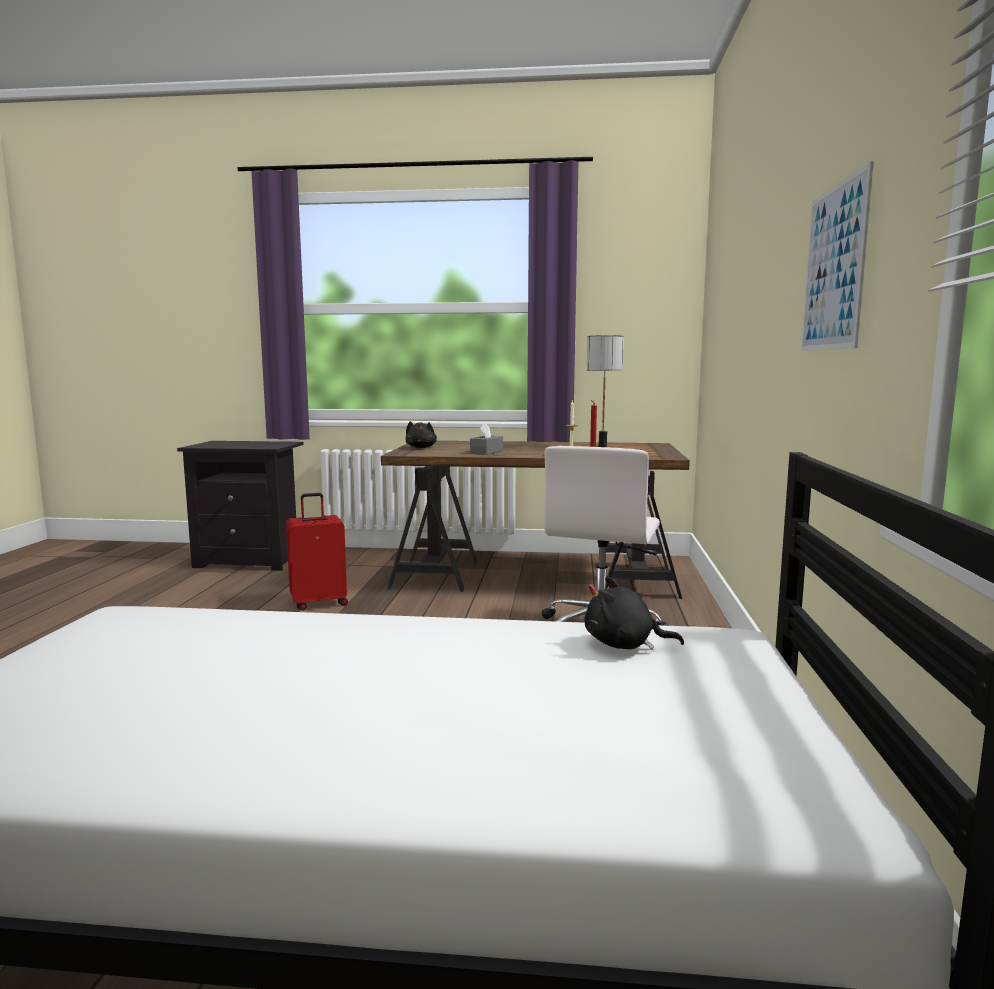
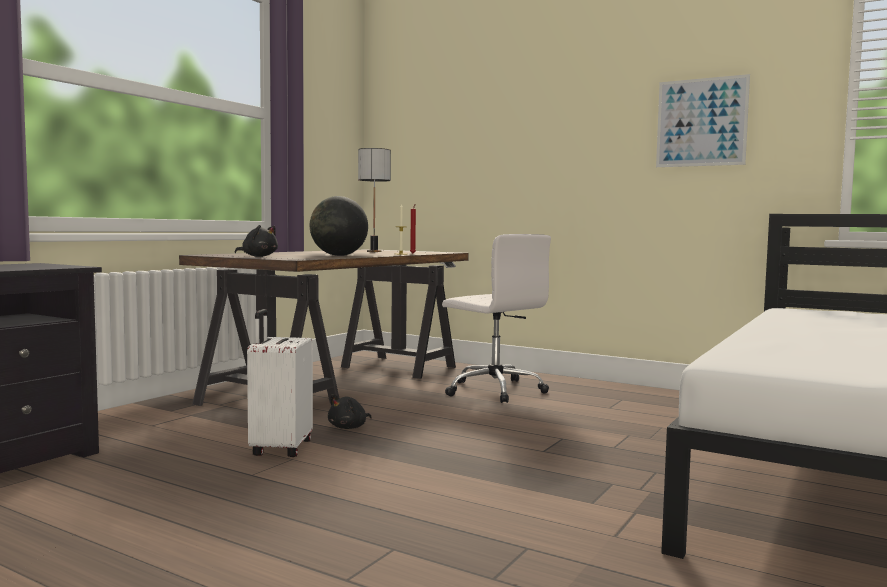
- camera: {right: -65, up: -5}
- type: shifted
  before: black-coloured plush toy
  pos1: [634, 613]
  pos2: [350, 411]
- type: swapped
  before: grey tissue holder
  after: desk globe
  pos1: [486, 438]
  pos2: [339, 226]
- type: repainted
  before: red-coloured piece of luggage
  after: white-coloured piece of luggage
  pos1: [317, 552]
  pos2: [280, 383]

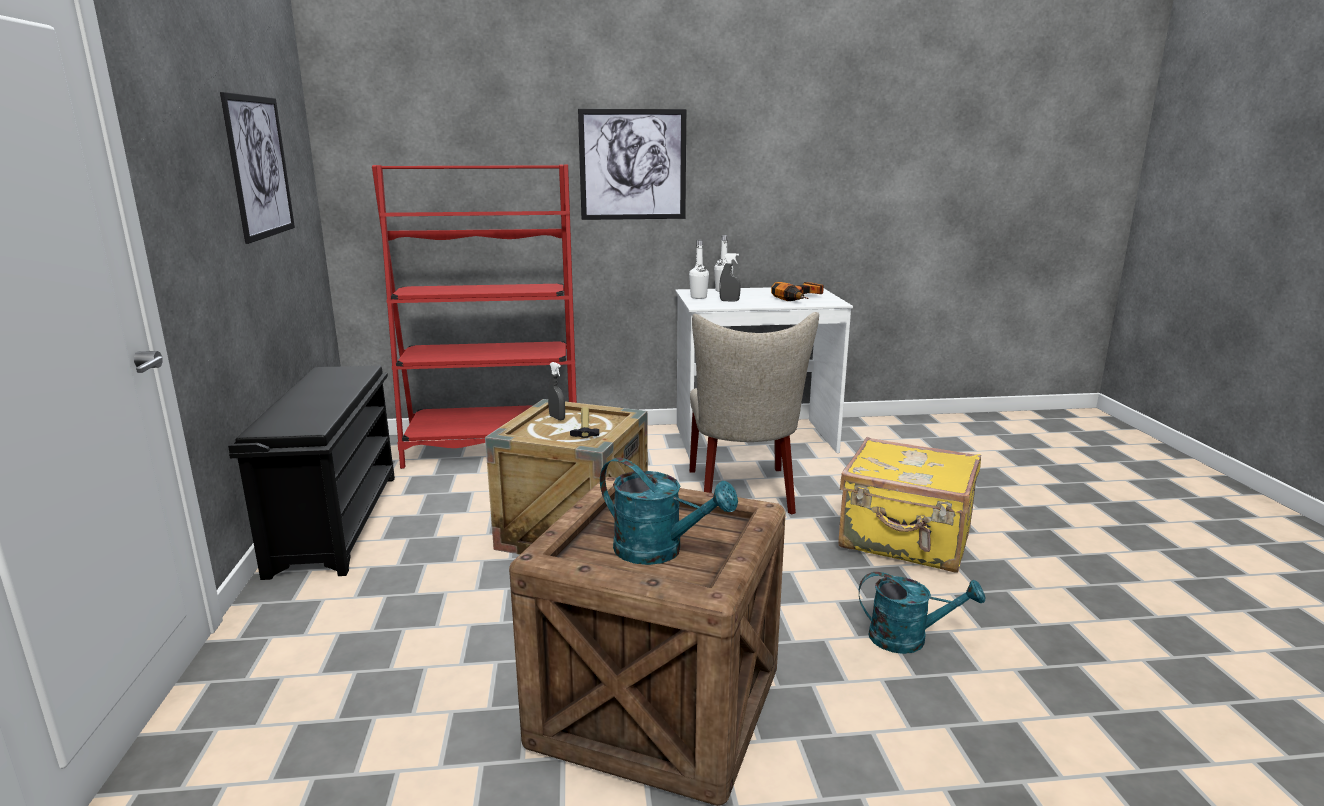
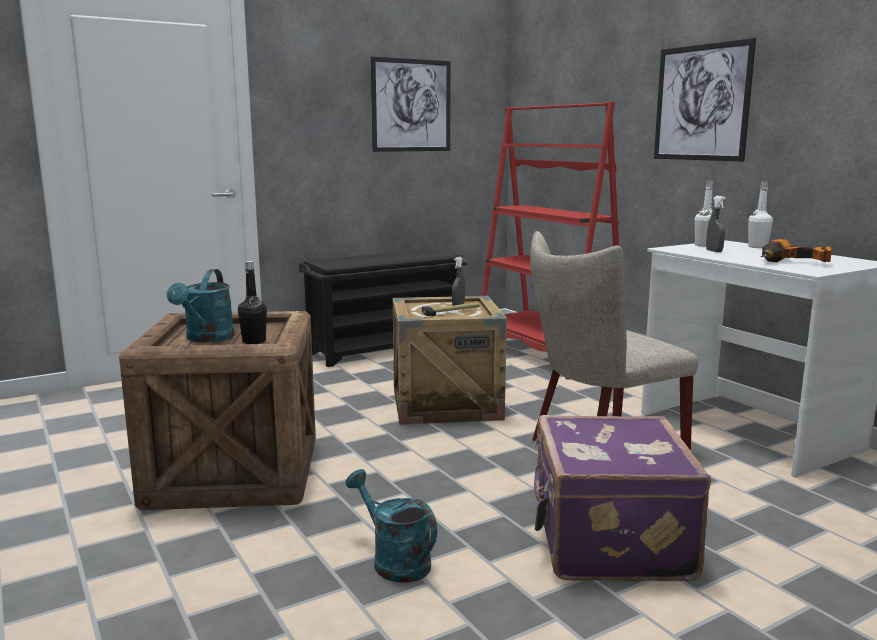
- camera: {right: 65, up: -5}
- type: new
  after: black-coloured drink bottle
  pos2: [252, 302]
- type: repainted
  before: yellow-coloured piece of luggage
  after: purple piece of luggage
  pos1: [909, 505]
  pos2: [622, 498]
- type: rotated
  before: blue-green watering can
  pos1: [922, 613]
  pos2: [391, 526]
  turn: 150

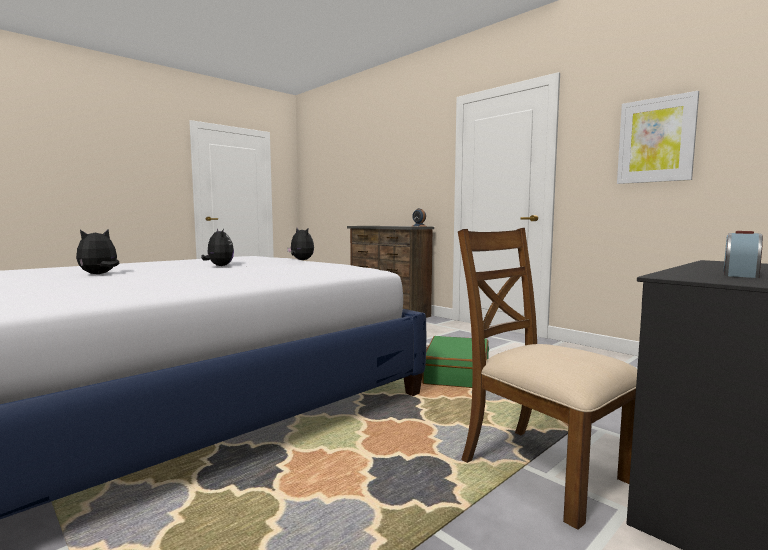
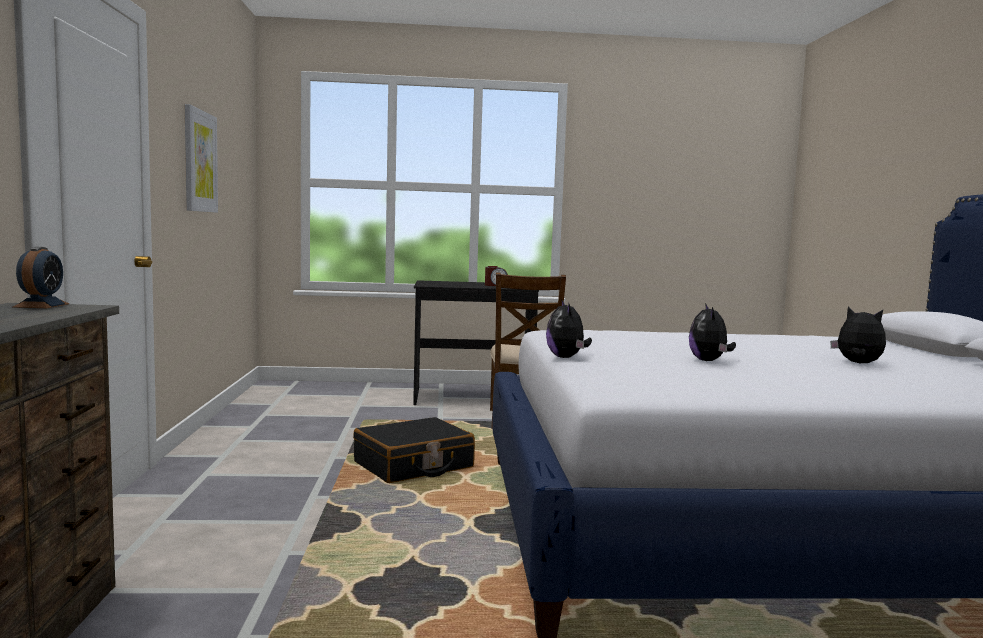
- camera: {right: -140, up: 0}
- type: repainted
  before: green-coloured piece of luggage
  after: black-coloured piece of luggage
  pos1: [455, 362]
  pos2: [414, 450]
- type: rotated
  before: plush toy
  pos1: [98, 252]
  pos2: [858, 335]
  turn: -120

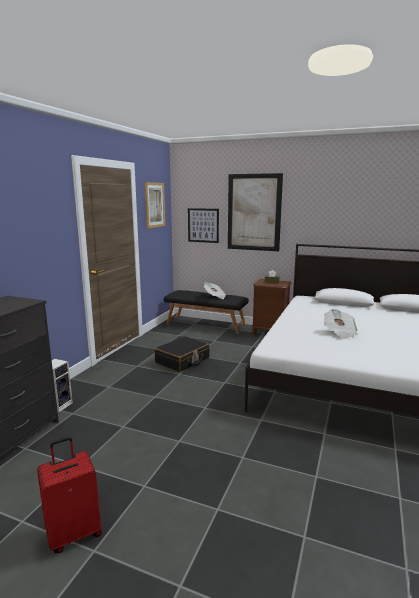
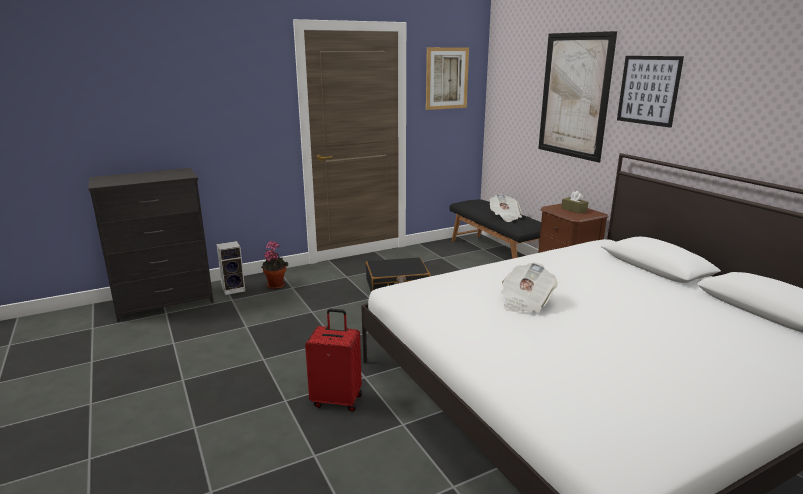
- camera: {right: 40, up: 5}
- type: new
  after: plant in a pot
  pos2: [274, 265]
- type: shifted
  before: red-coloured piece of luggage
  pos1: [69, 495]
  pos2: [333, 360]
- type: shifted
  before: wall picture
  pos1: [203, 225]
  pos2: [650, 92]

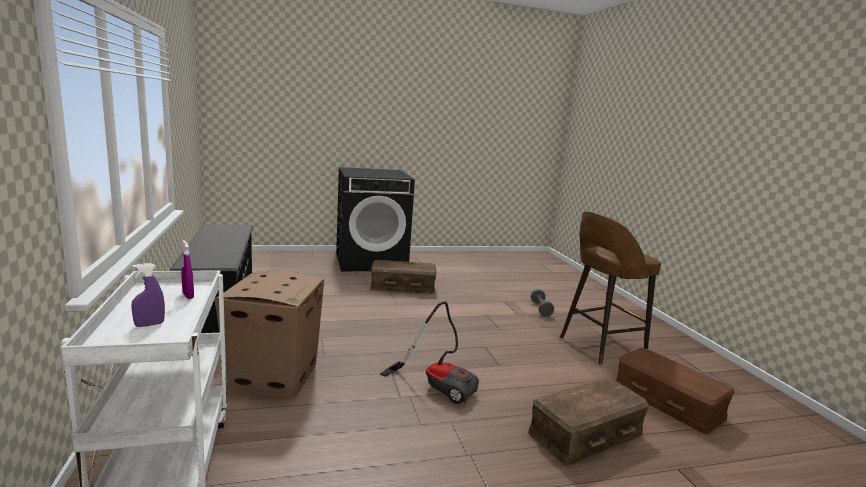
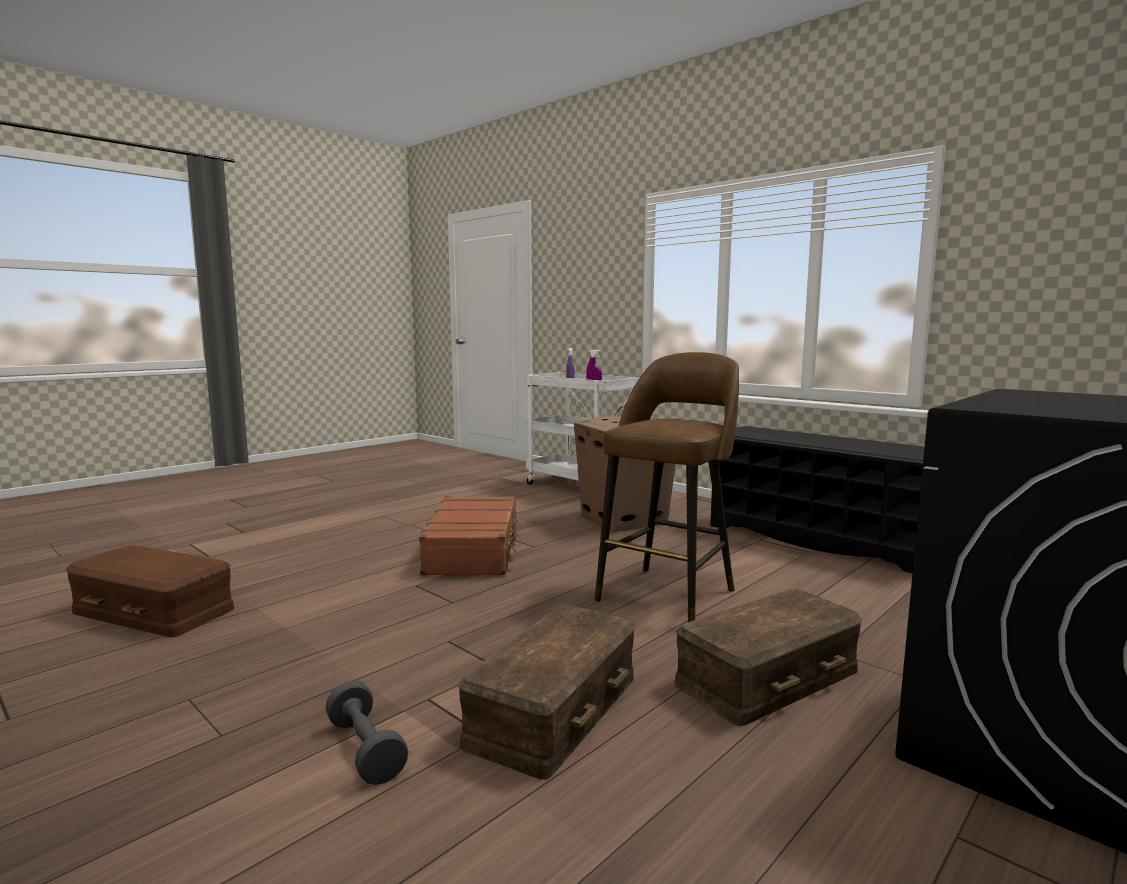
- camera: {right: 150, up: -5}
- type: shifted
  before: brownish storage container
  pos1: [588, 421]
  pos2: [546, 692]
- type: shifted
  before: brownish stool
  pos1: [610, 288]
  pos2: [666, 487]
- type: swapped
  before: hoover
  after: brownish piece of luggage
  pos1: [429, 352]
  pos2: [470, 536]

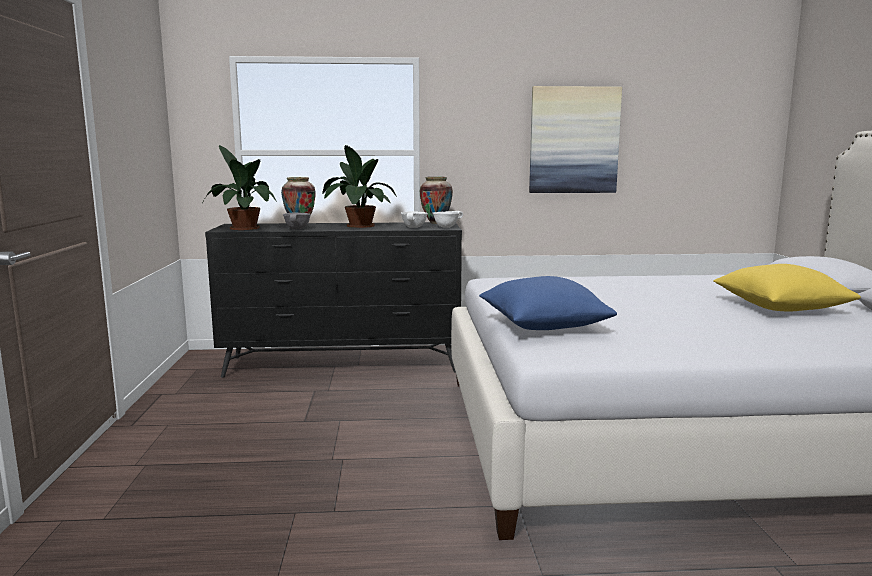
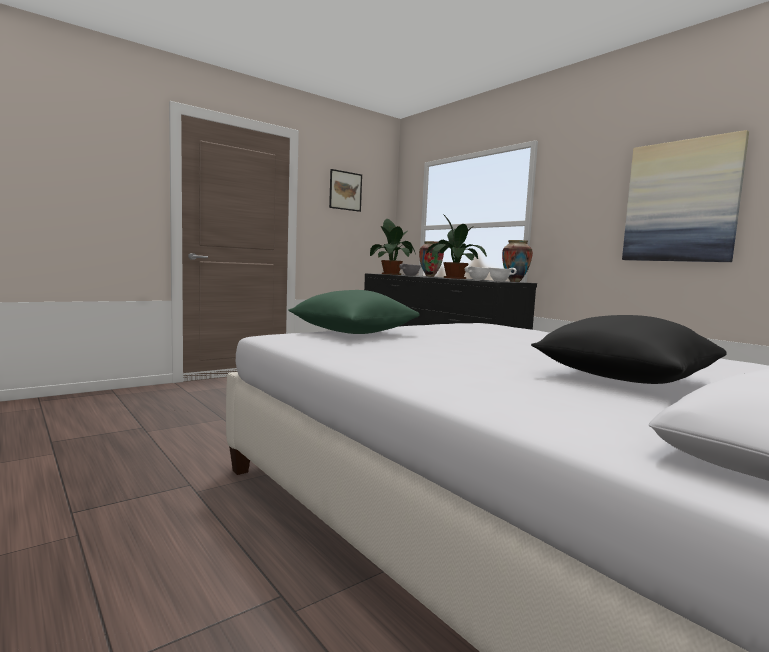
- camera: {right: 55, up: -5}
- type: new
  after: wall picture
  pos2: [345, 190]
- type: repainted
  before: bluish cushion
  after: green-coloured cushion
  pos1: [548, 303]
  pos2: [354, 312]
- type: repainted
  before: yellow-coloured cushion
  after: black-coloured cushion
  pos1: [787, 287]
  pos2: [629, 349]

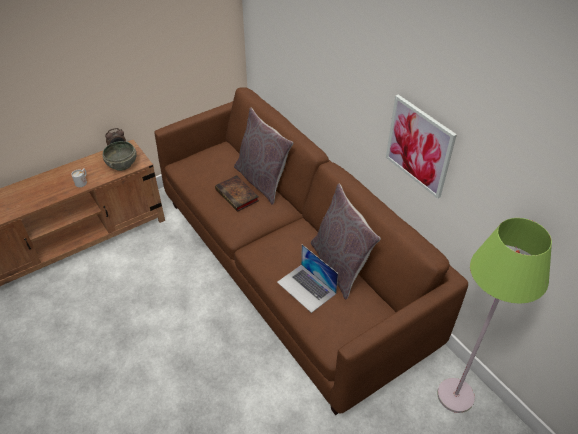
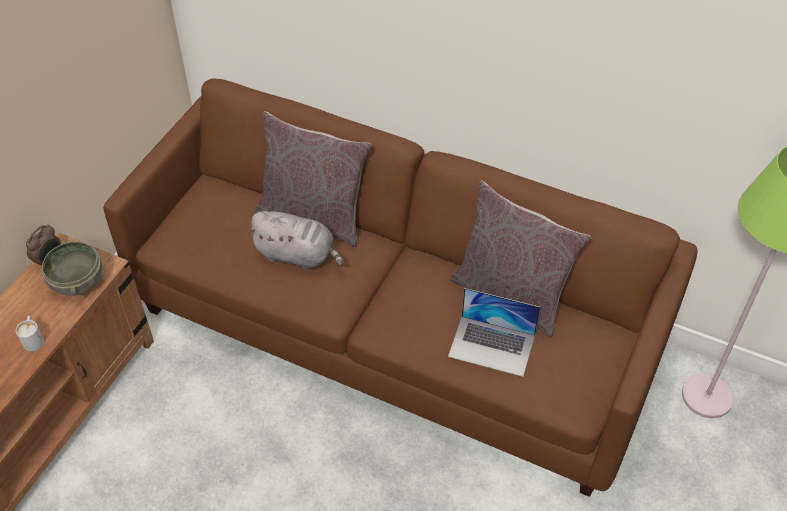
- camera: {right: -30, up: 5}
- type: gone
  before: wall picture
  pos1: [421, 147]
- type: swapped
  before: book
  after: grey plush toy
  pos1: [237, 193]
  pos2: [295, 240]

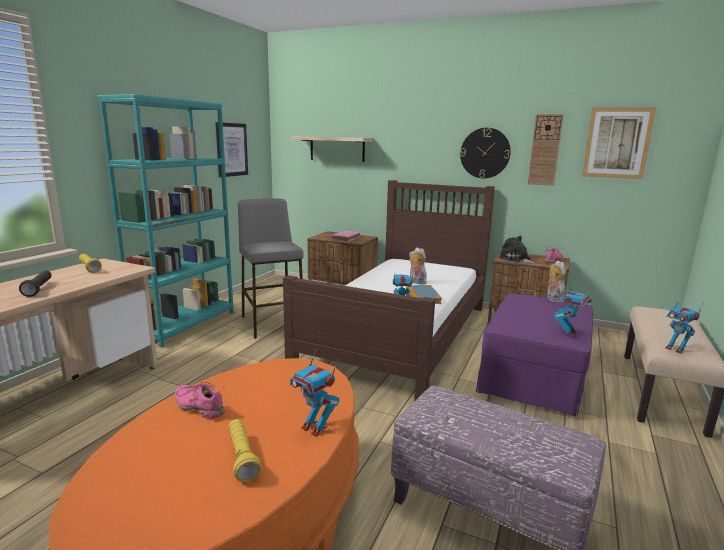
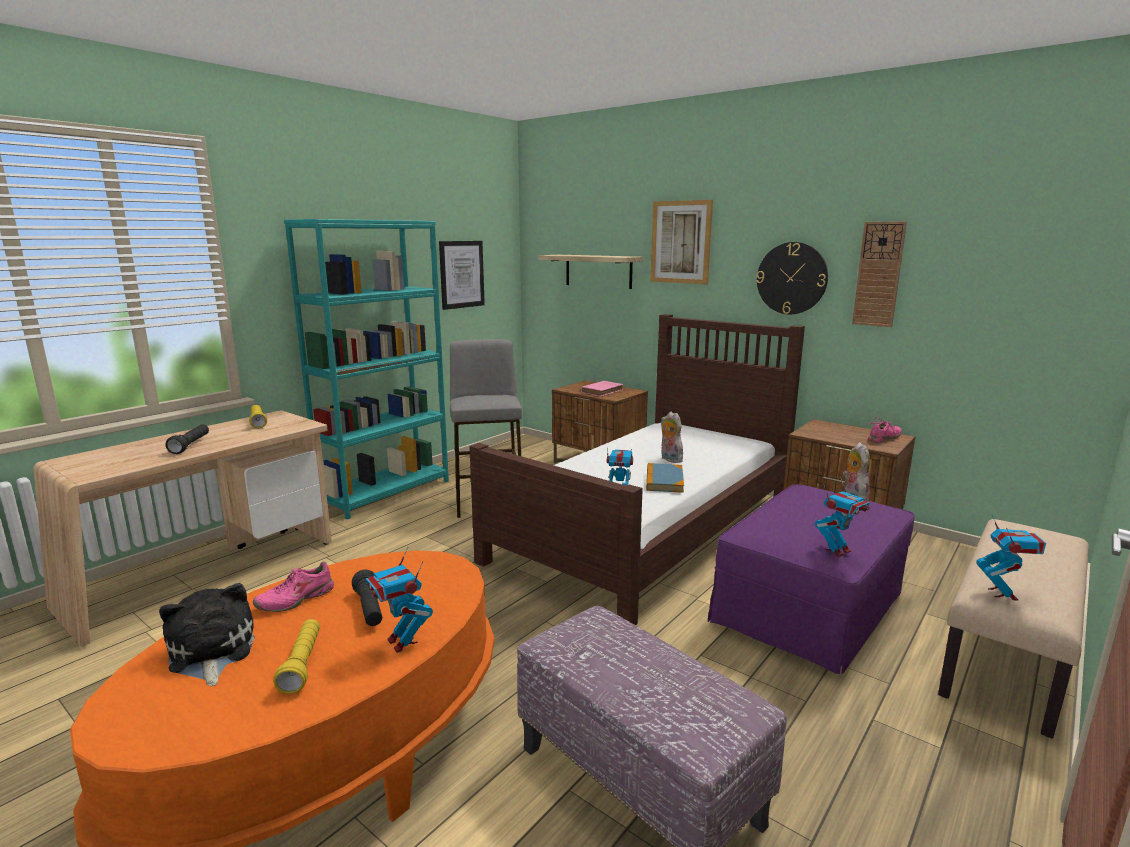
- camera: {right: 15, up: 0}
- type: new
  after: black-coloured hand torch
  pos2: [367, 598]
- type: shifted
  before: plush toy
  pos1: [517, 249]
  pos2: [207, 634]
- type: shifted
  before: wall picture
  pos1: [619, 143]
  pos2: [681, 242]
- type: rotated
  before: pink shoe
  pos1: [200, 400]
  pos2: [293, 586]
  turn: -90
- type: rotated
  before: robot figure
  pos1: [684, 325]
  pos2: [1011, 557]
  turn: -150

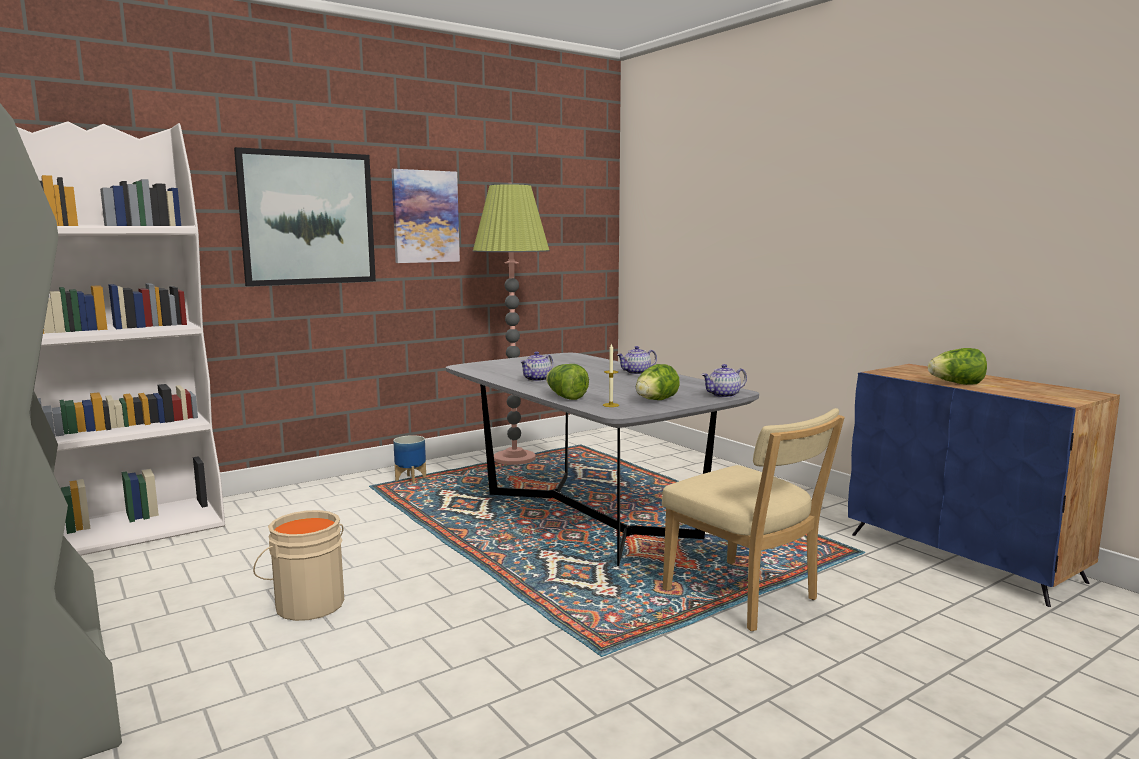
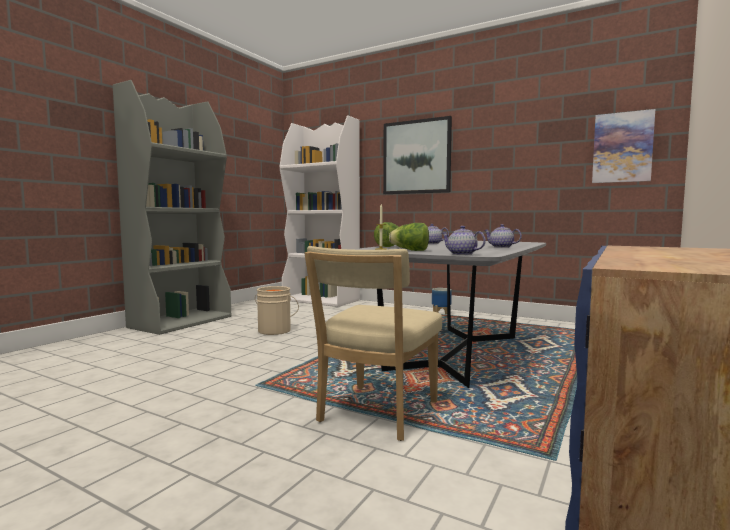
- camera: {right: 65, up: -5}
- type: gone
  before: standing lamp
  pos1: [511, 324]
- type: gone
  before: head of lettuce
  pos1: [957, 366]
- type: shifted
  before: wall picture
  pos1: [425, 216]
  pos2: [623, 146]

